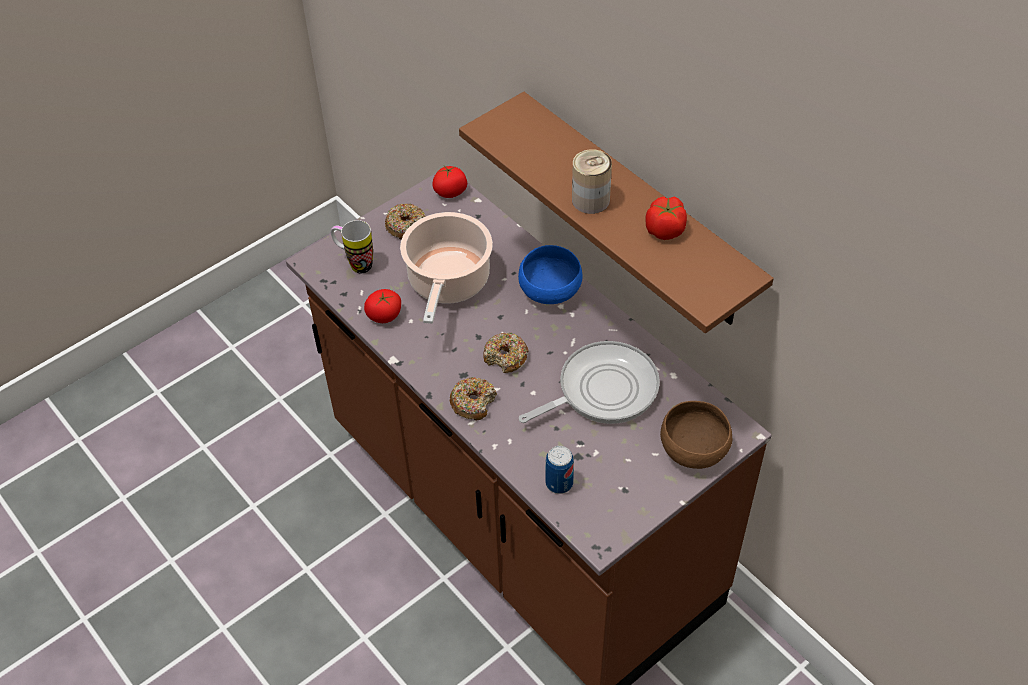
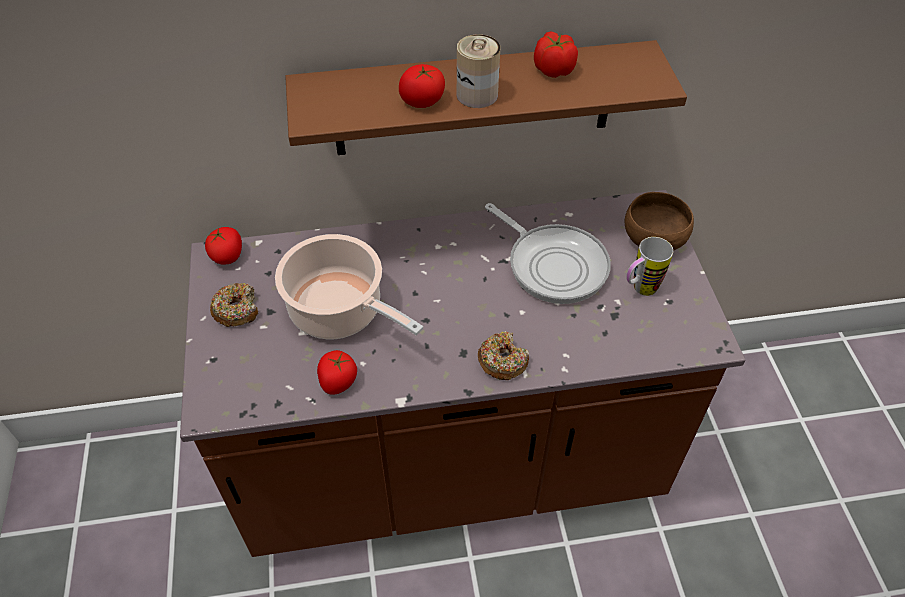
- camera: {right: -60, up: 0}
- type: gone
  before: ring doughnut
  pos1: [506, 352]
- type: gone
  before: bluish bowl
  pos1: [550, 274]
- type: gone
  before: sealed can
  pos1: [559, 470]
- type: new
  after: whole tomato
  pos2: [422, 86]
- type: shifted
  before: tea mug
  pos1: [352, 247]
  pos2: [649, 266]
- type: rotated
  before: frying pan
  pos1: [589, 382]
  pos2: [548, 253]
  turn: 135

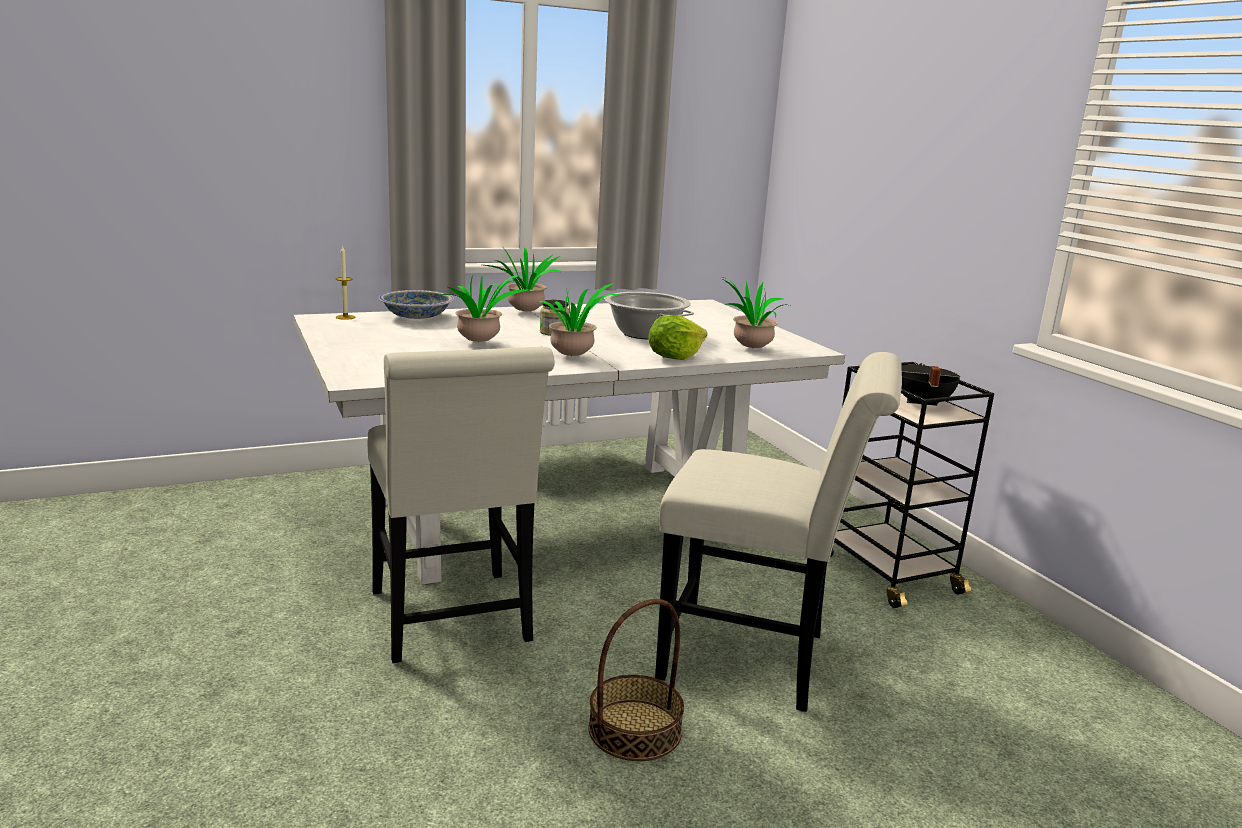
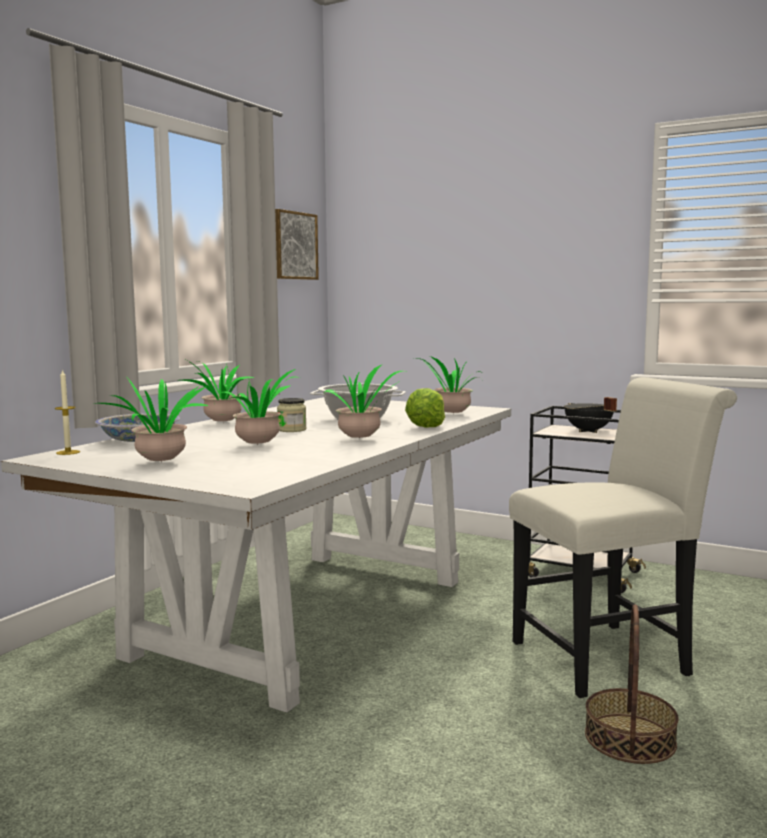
- camera: {right: -35, up: -10}
- type: gone
  before: white-coloured upright chair
  pos1: [461, 505]
- type: new
  after: plant in a pot
  pos2: [152, 420]
- type: new
  after: wall picture
  pos2: [297, 244]

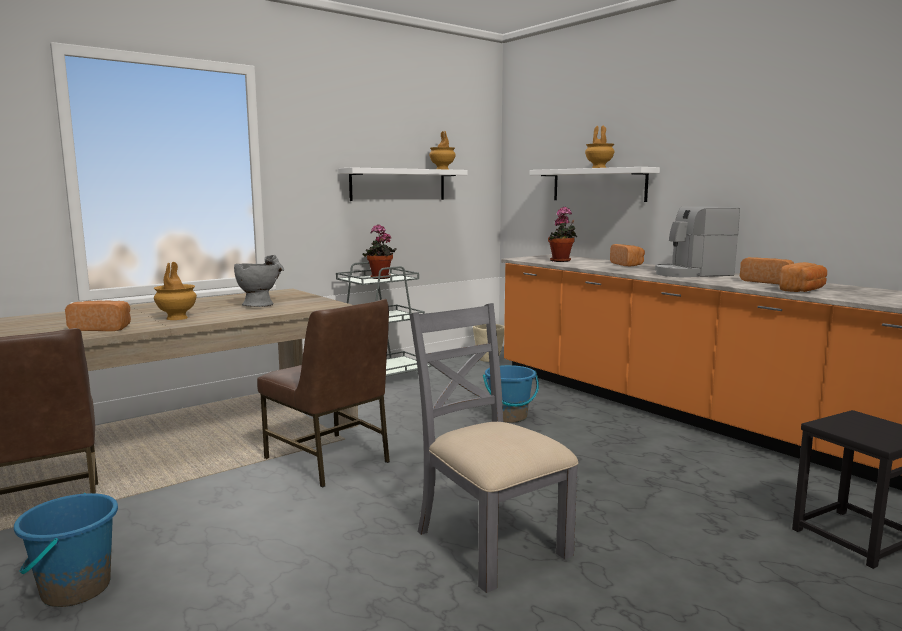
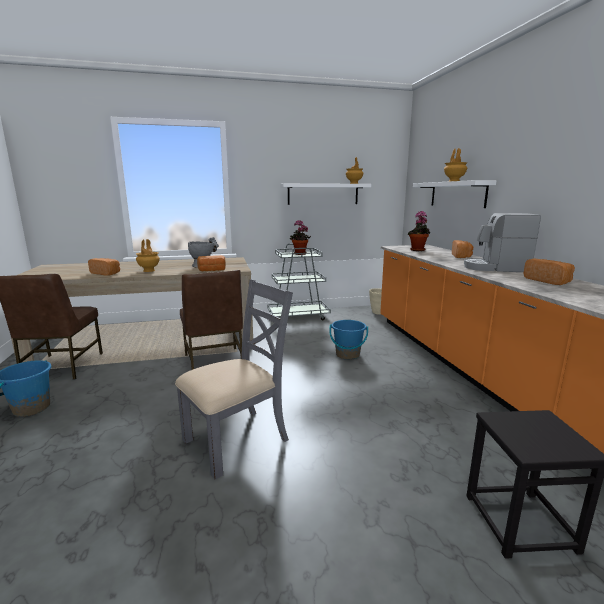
- camera: {right: 25, up: 5}
- type: shifted
  before: bakery bread
  pos1: [803, 277]
  pos2: [211, 263]
- type: rotated
  before: grey upright chair
  pos1: [493, 448]
  pos2: [234, 379]
  turn: 60

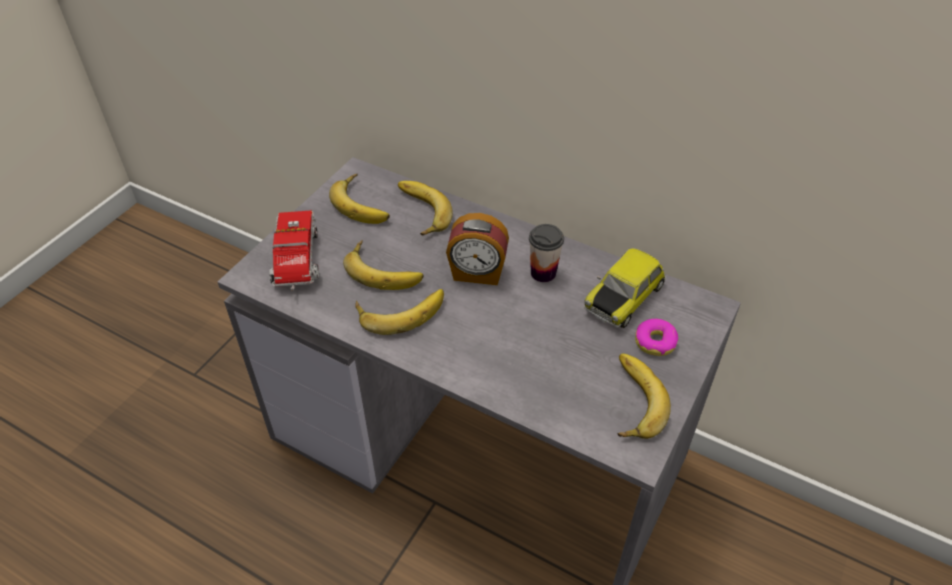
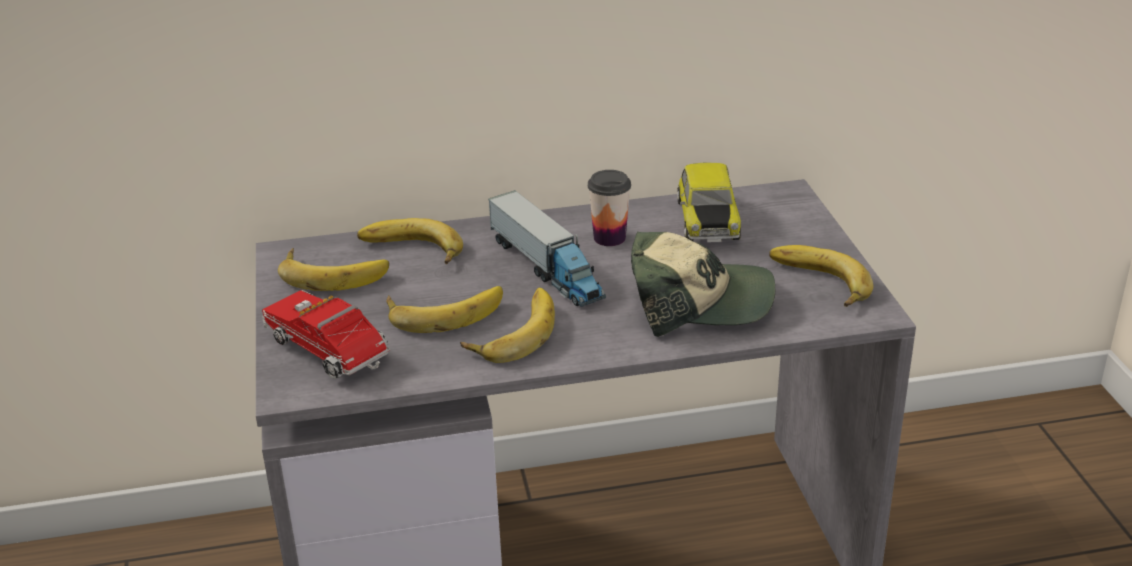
- camera: {right: -40, up: -15}
- type: gone
  before: ring doughnut
  pos1: [656, 337]
- type: new
  after: cap
  pos2: [703, 284]
- type: swapped
  before: alarm clock
  after: model truck
  pos1: [477, 249]
  pos2: [547, 248]

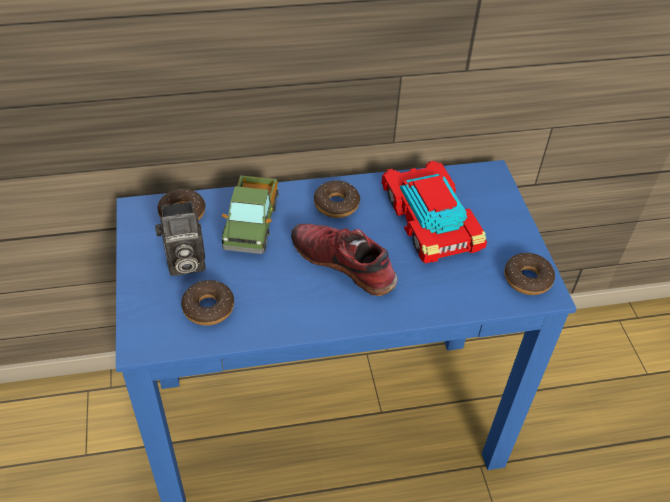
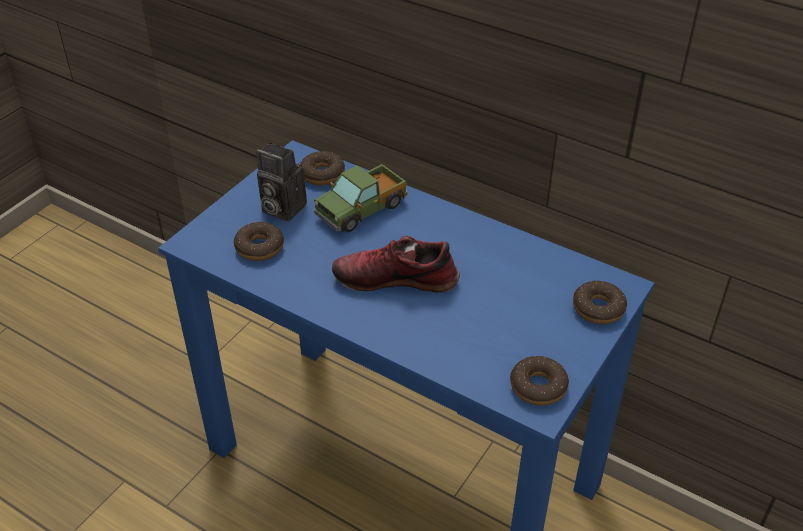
- camera: {right: 45, up: -5}
- type: gone
  before: model car
  pos1: [434, 211]
- type: shifted
  before: ring doughnut
  pos1: [337, 199]
  pos2: [600, 302]
- type: rotated
  before: shoe
  pos1: [344, 260]
  pos2: [396, 264]
  turn: -75

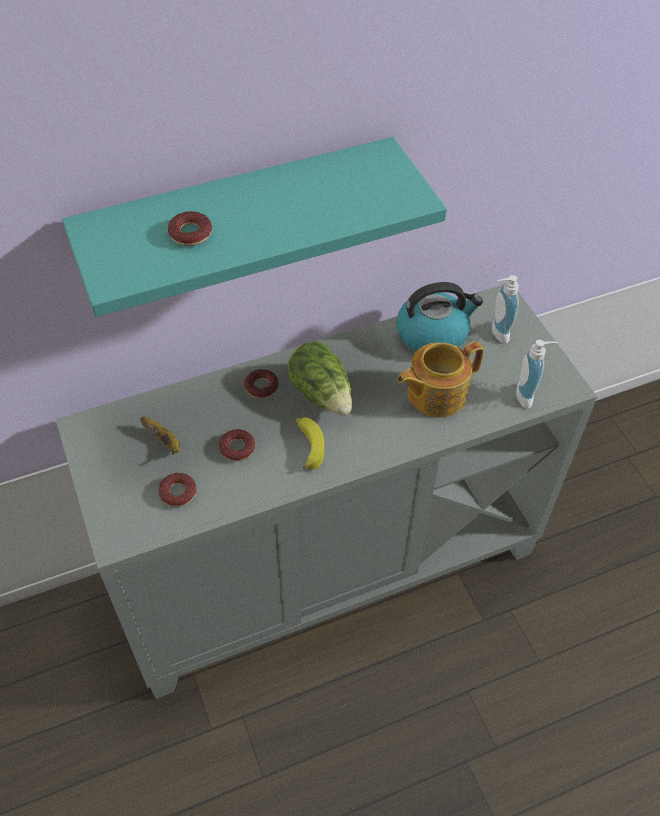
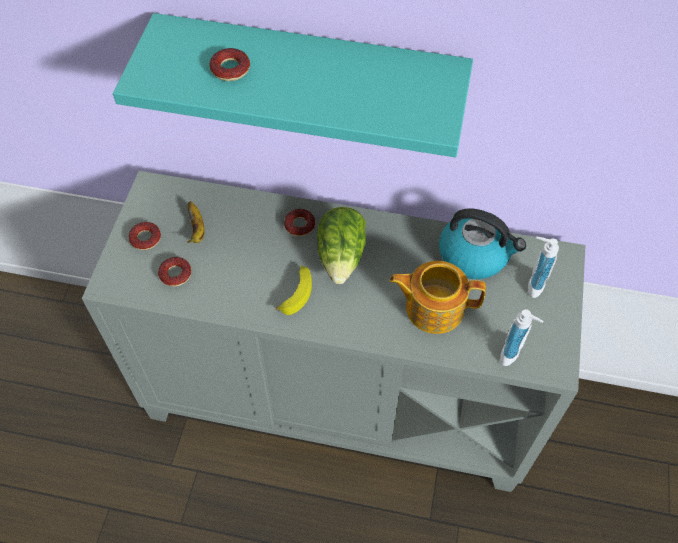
- camera: {right: 35, up: 5}
- type: shifted
  before: ring doughnut
  pos1: [237, 445]
  pos2: [144, 236]

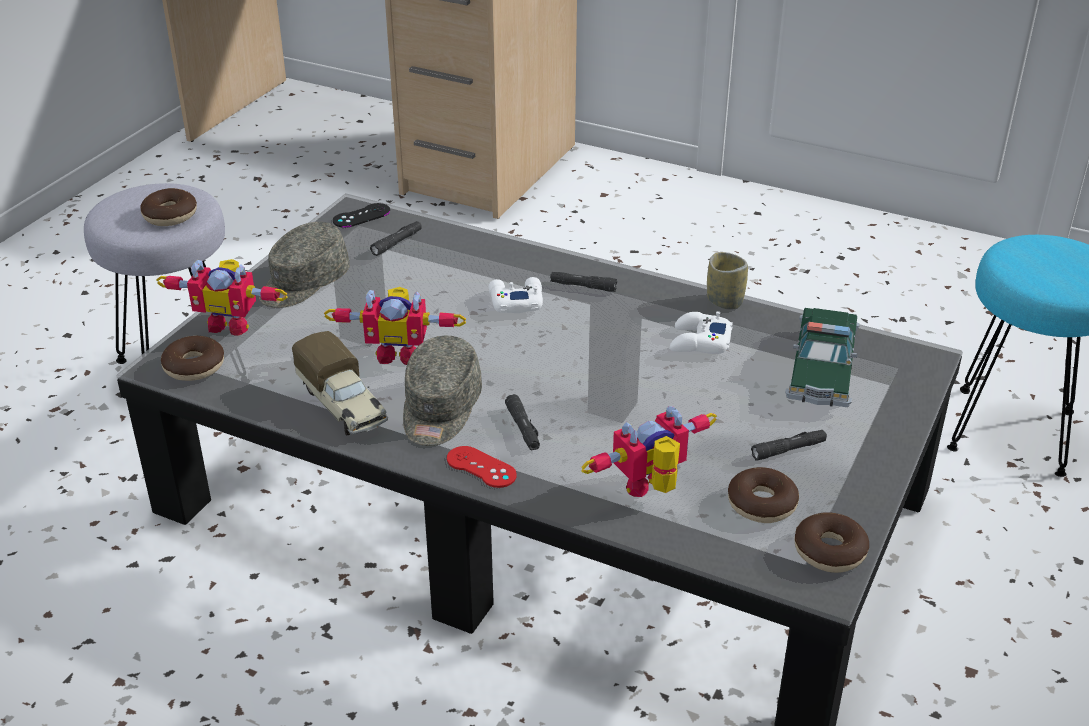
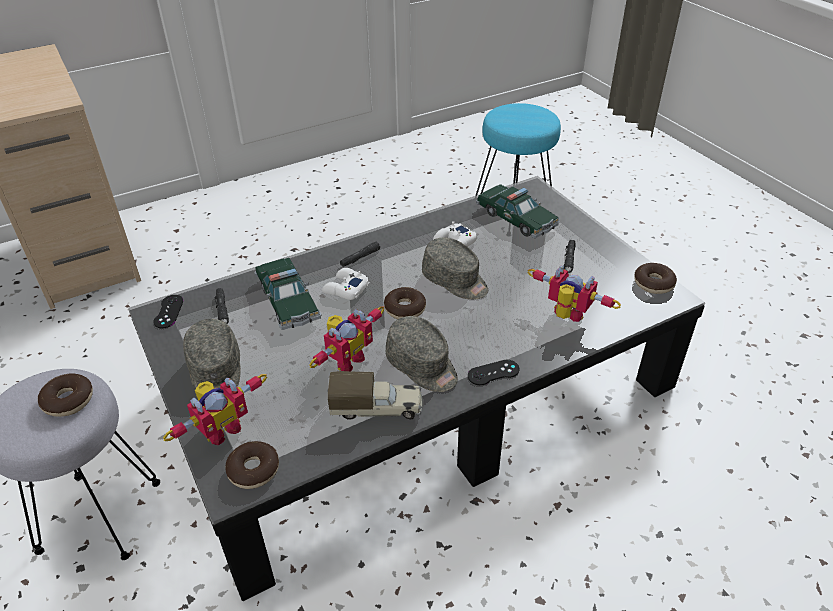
- camera: {right: -55, up: 5}
- type: gone
  before: black-coloured hand torch
  pos1: [522, 422]
- type: gone
  before: drinking cup
  pos1: [727, 281]
- type: new
  after: model car
  pos2: [288, 294]
- type: new
  after: grey cap
  pos2: [455, 268]
- type: shifted
  before: ring doughnut
  pos1: [763, 495]
  pos2: [405, 303]
- type: repainted
  before: red-coloured joypad
  after: black-coloured joypad
  pos1: [482, 467]
  pos2: [494, 372]
- type: rotated
  before: robot figure
  pos1: [649, 451]
  pos2: [574, 293]
  turn: 120

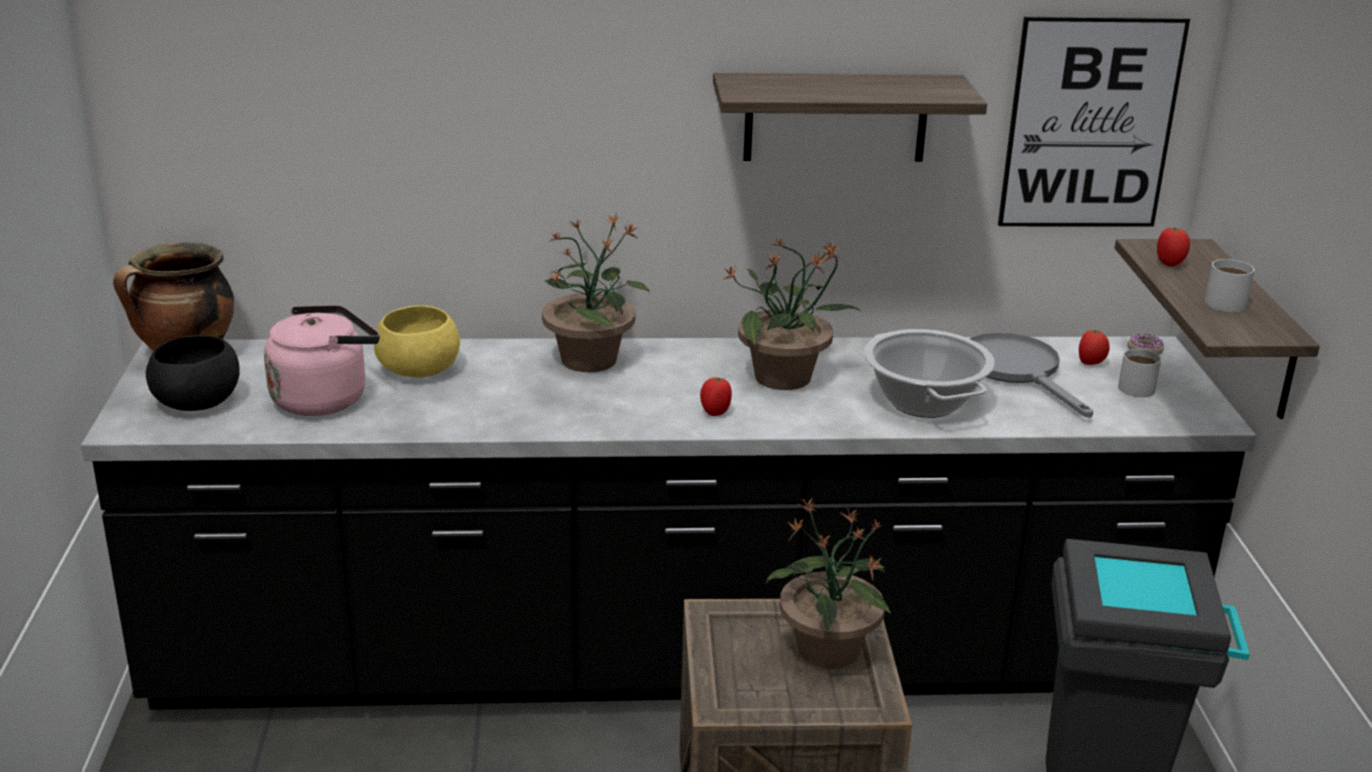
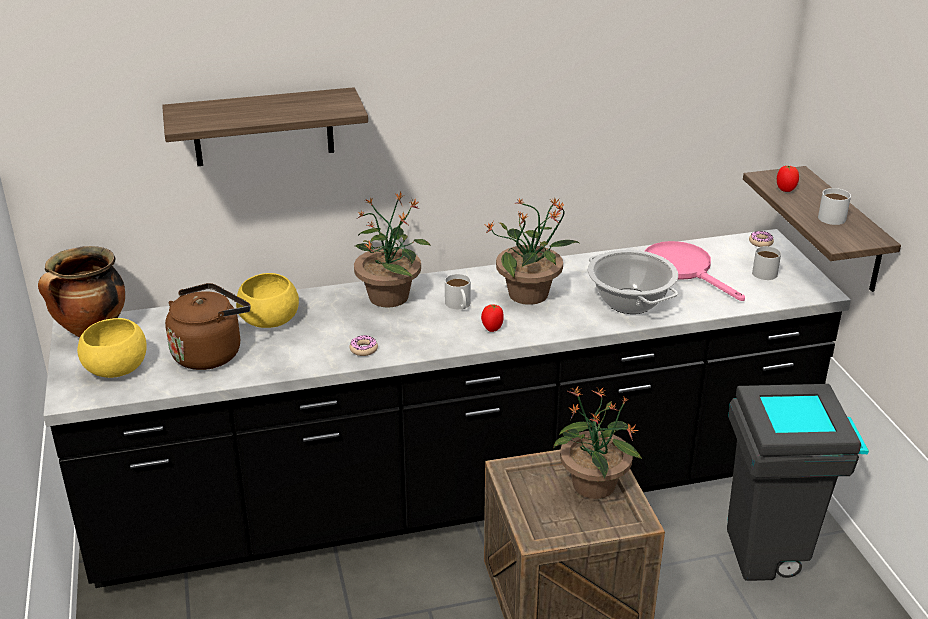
- camera: {right: -10, up: 5}
- type: gone
  before: wall picture
  pos1: [1094, 121]
- type: gone
  before: whole tomato
  pos1: [1094, 347]
- type: new
  after: ring doughnut
  pos2: [363, 345]
- type: new
  after: white-coloured tea mug
  pos2: [458, 291]
- type: shifted
  before: bracket shelf
  pos1: [850, 117]
  pos2: [265, 126]
- type: repainted
  before: black-coloured bowl
  after: yellow-coloured bowl
  pos1: [193, 373]
  pos2: [112, 348]
- type: repainted
  before: pink tea kettle
  after: brownish tea kettle
  pos1: [322, 360]
  pos2: [208, 326]
- type: repainted
  before: grey frying pan
  after: pink frying pan
  pos1: [1031, 375]
  pos2: [695, 271]

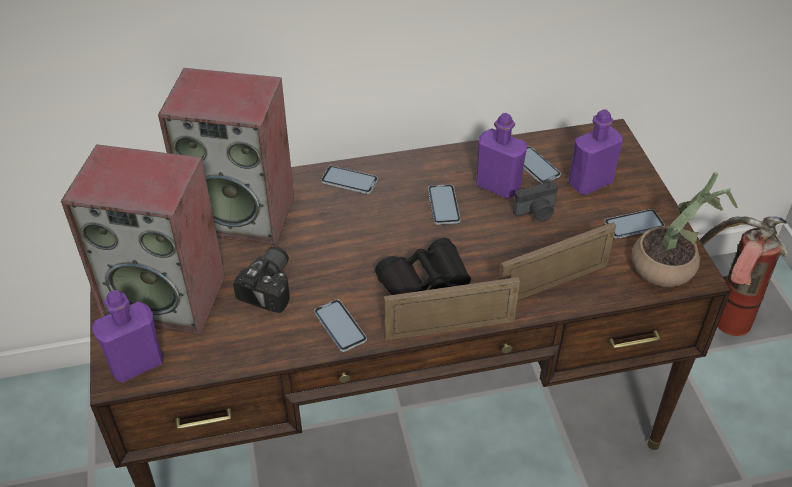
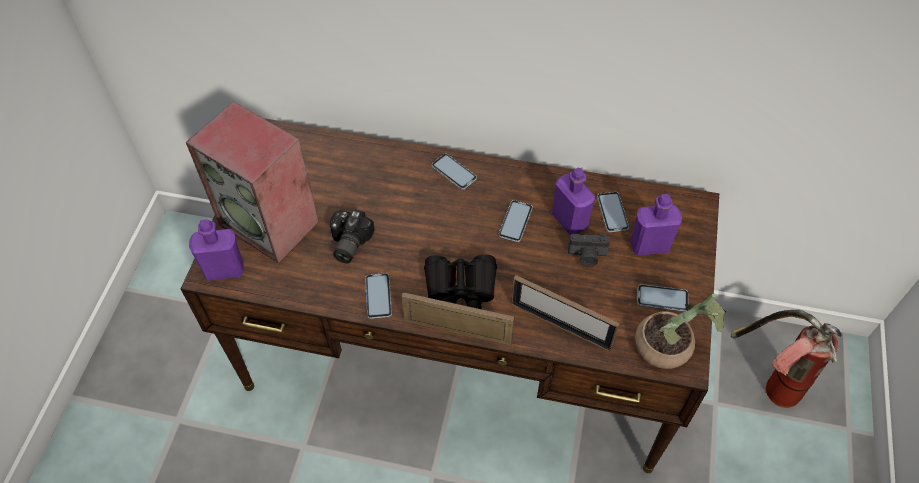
- camera: {right: 25, up: 10}
- type: gone
  before: speaker
  pos1: [226, 156]
- type: rotated
  before: still camera
  pos1: [261, 279]
  pos2: [352, 236]
  turn: 150
- type: rotated
  before: standing frame
  pos1: [557, 261]
  pos2: [565, 313]
  turn: -150

